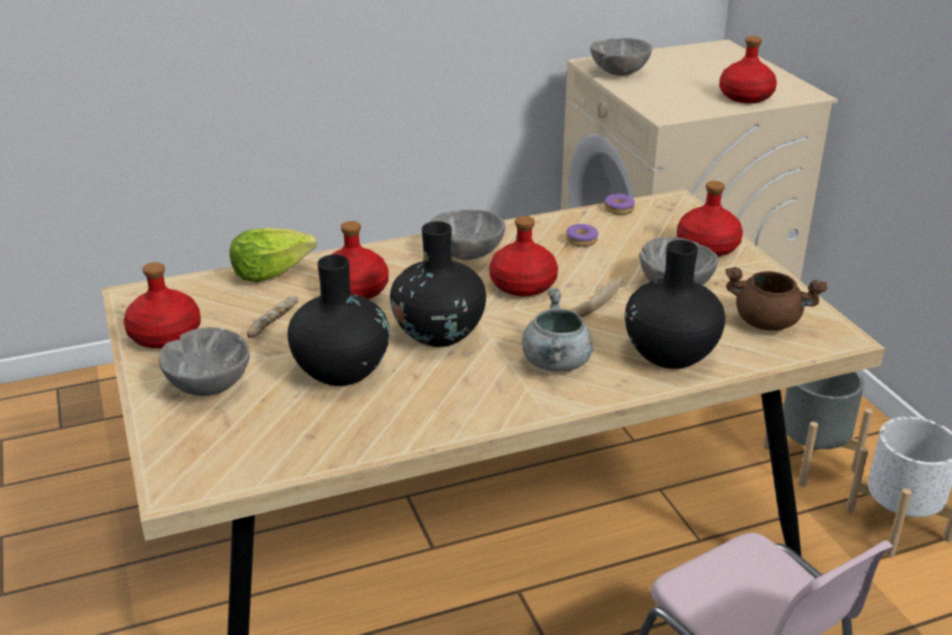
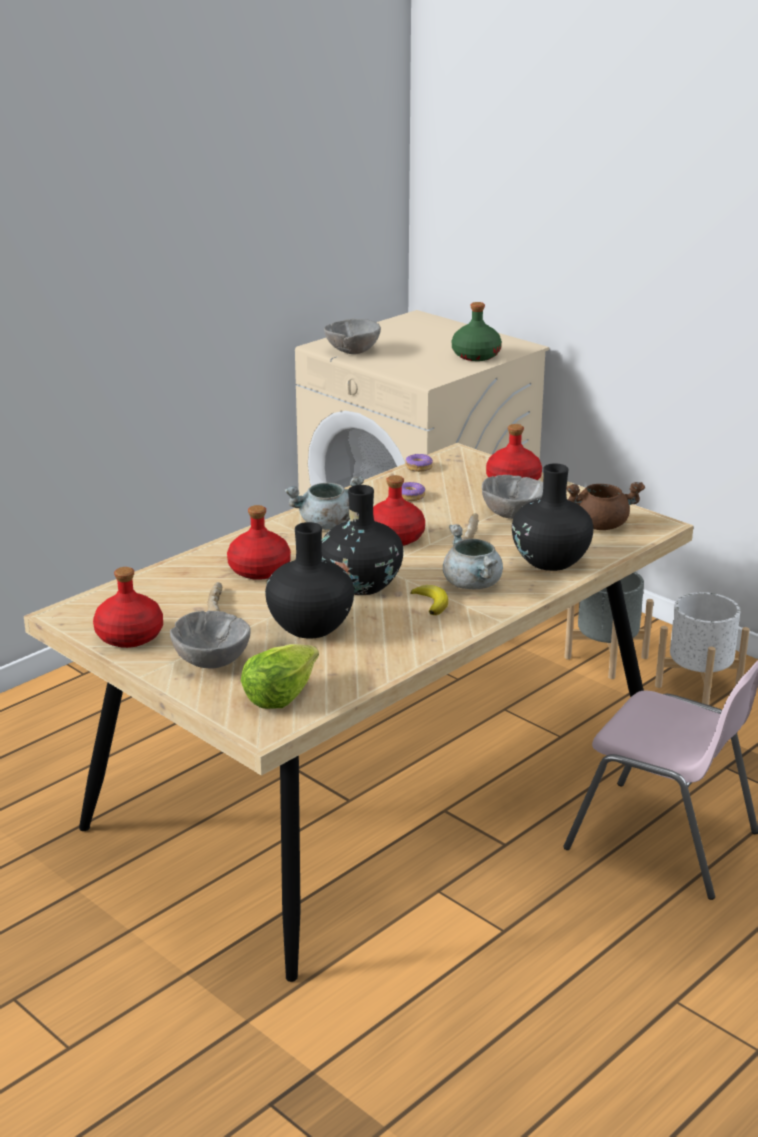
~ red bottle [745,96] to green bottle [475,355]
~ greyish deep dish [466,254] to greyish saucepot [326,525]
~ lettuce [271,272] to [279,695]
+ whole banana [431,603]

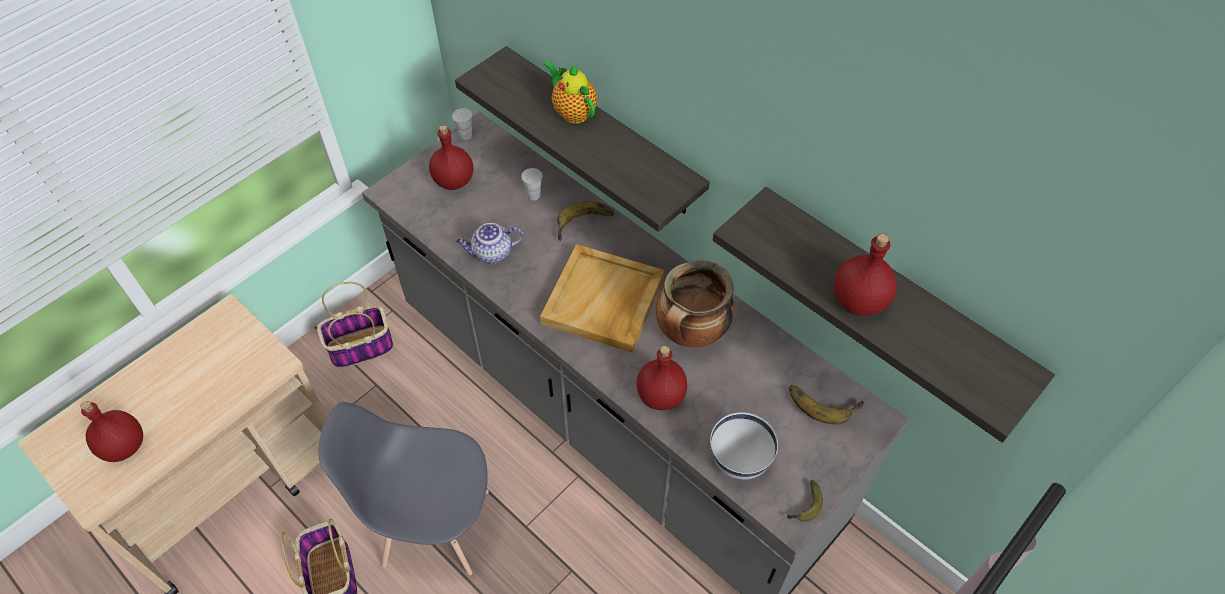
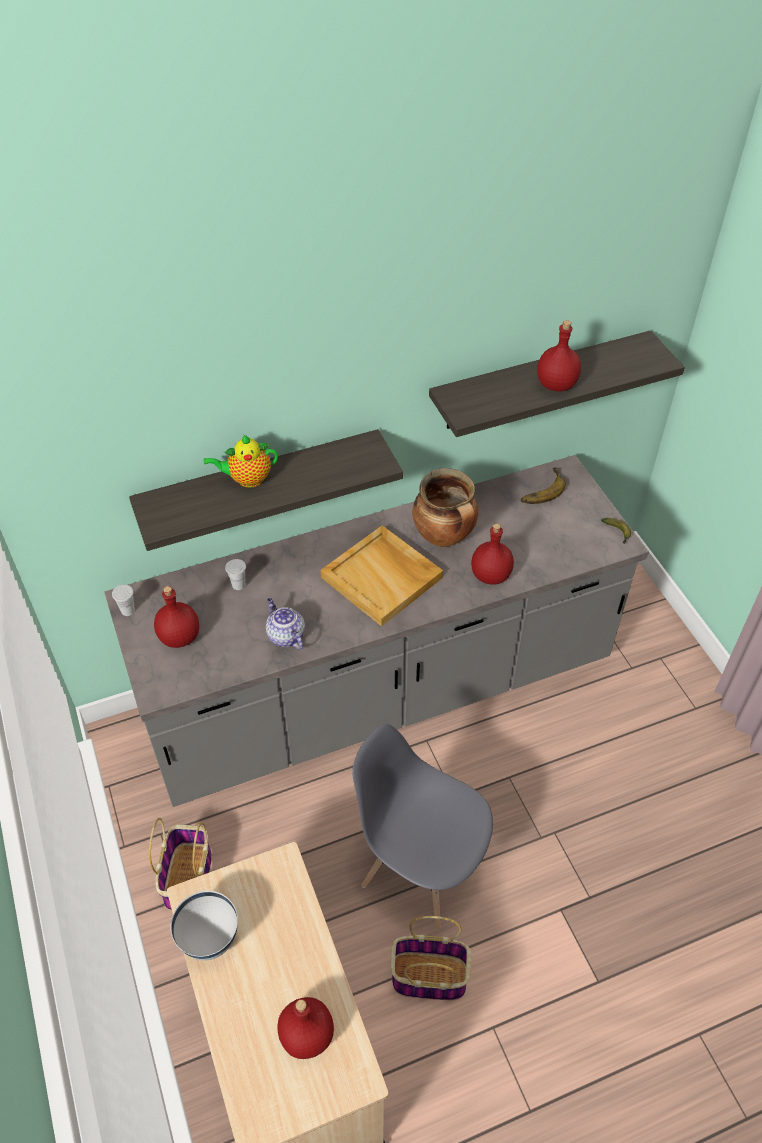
- whole banana [585,225]
~ teapot [491,254] = [285,636] 135 degrees clockwise
~ greyish chair [435,526] = [420,870] 90 degrees clockwise
~ white deep dish [739,463] to [210,940]

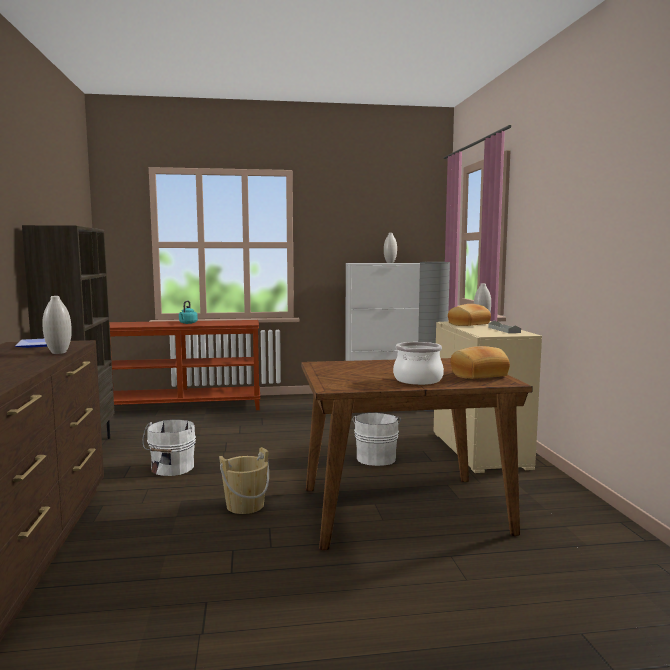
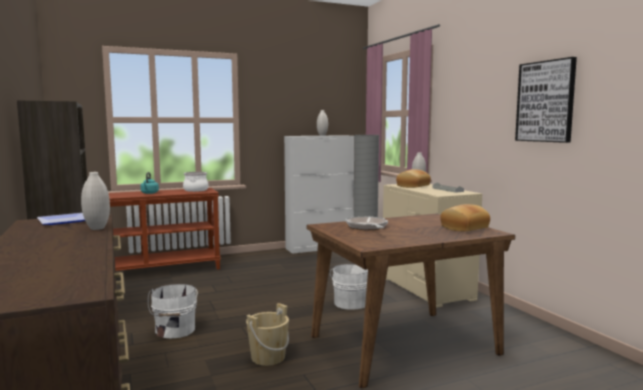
~ saucepot [417,380] to [195,190]
+ wall picture [545,101]
+ skillet [367,227]

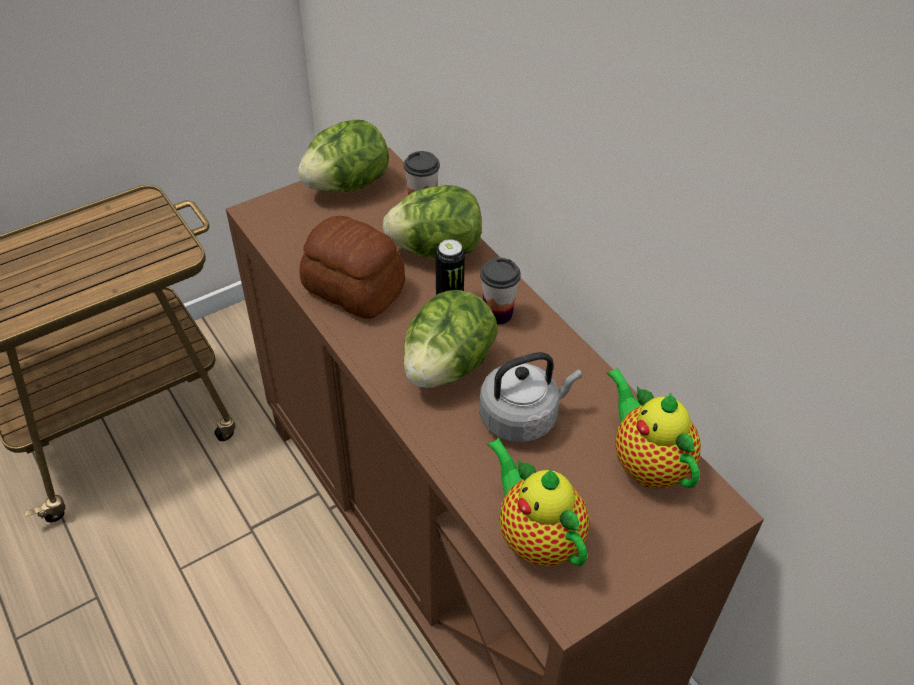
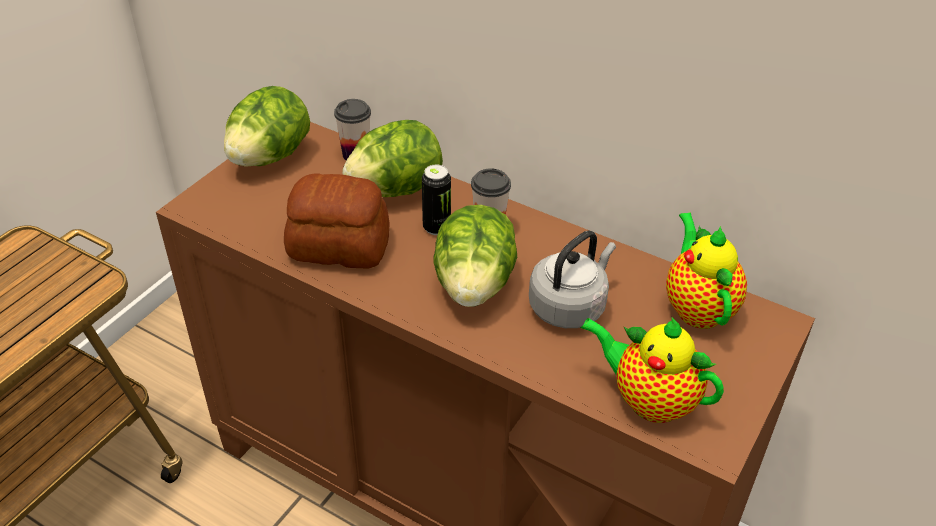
~ teapot [647,463] = [697,307] 45 degrees clockwise

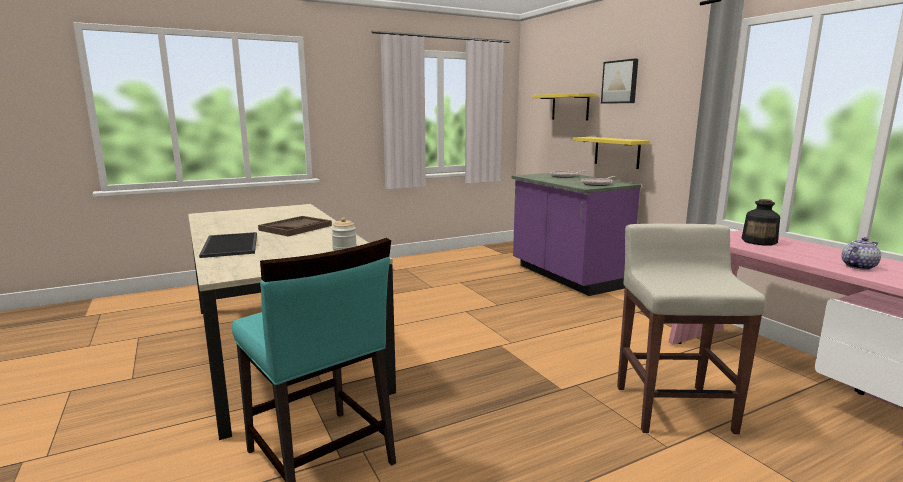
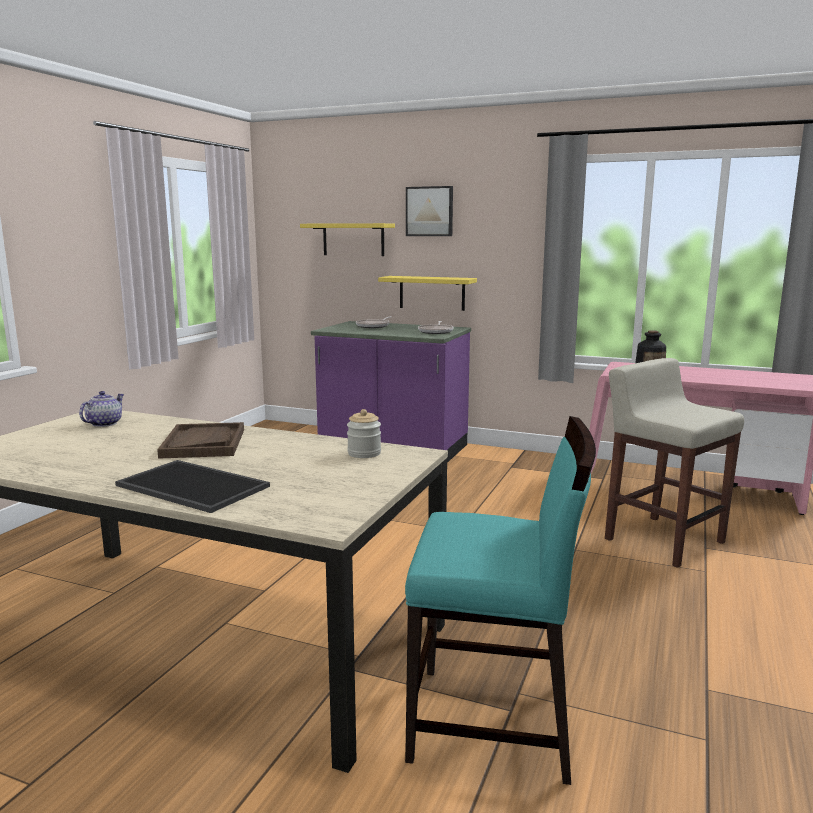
~ teapot [857,266] to [104,423]

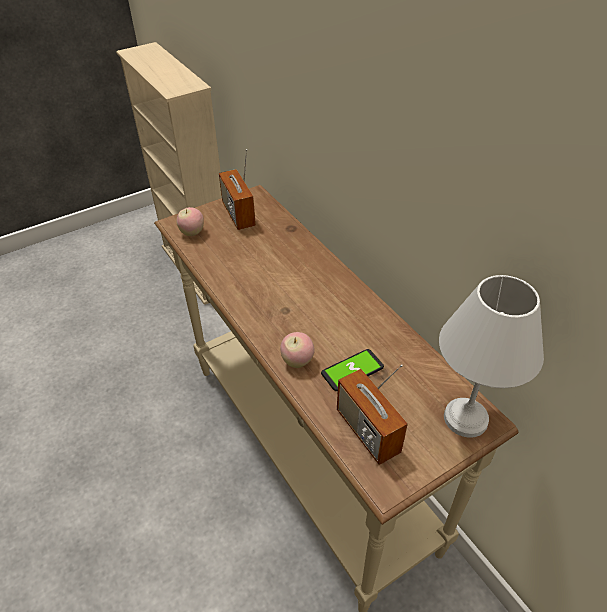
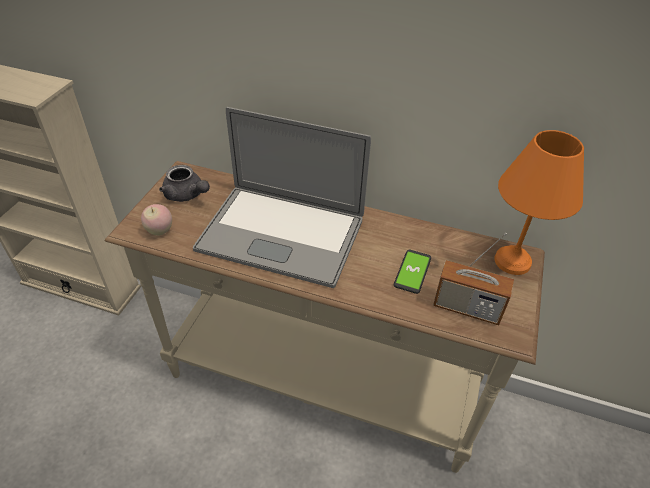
~ radio receiver [238,214] to greyish teapot [187,195]
~ white tabletop lamp [465,416] to orange-coloured tabletop lamp [511,260]
- apple fruit [297,361]
+ notebook computer [281,234]

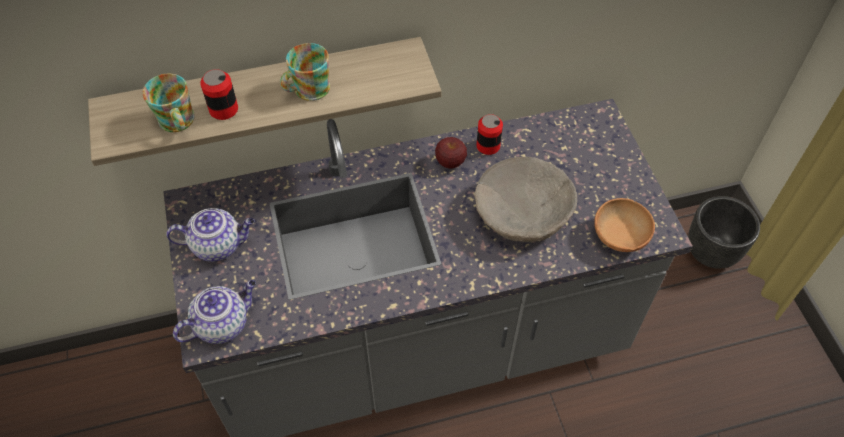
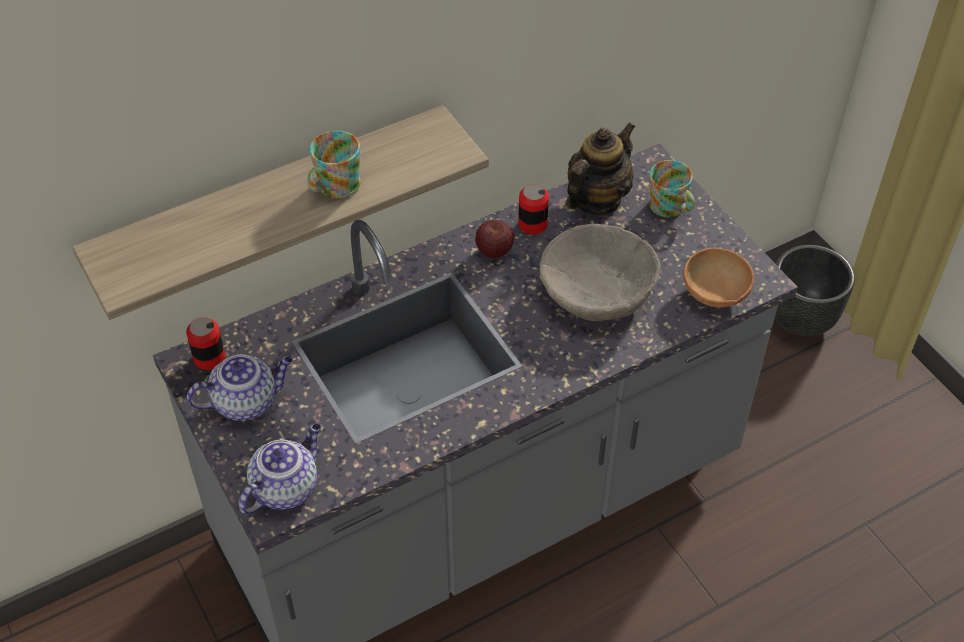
~ metal can [224,109] to [209,358]
~ tea mug [177,123] to [670,208]
+ teapot [596,199]

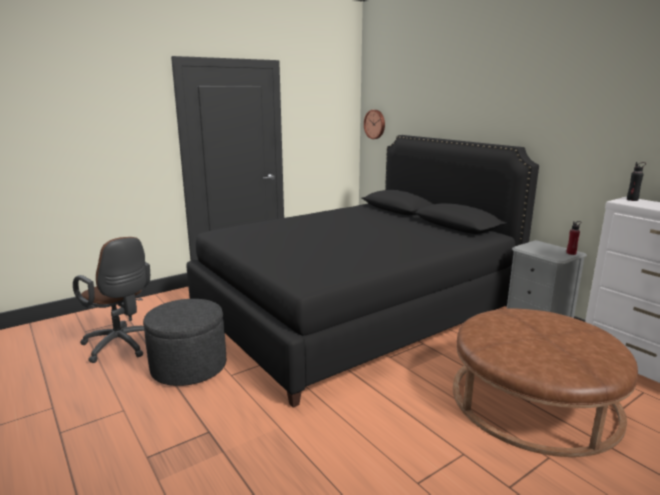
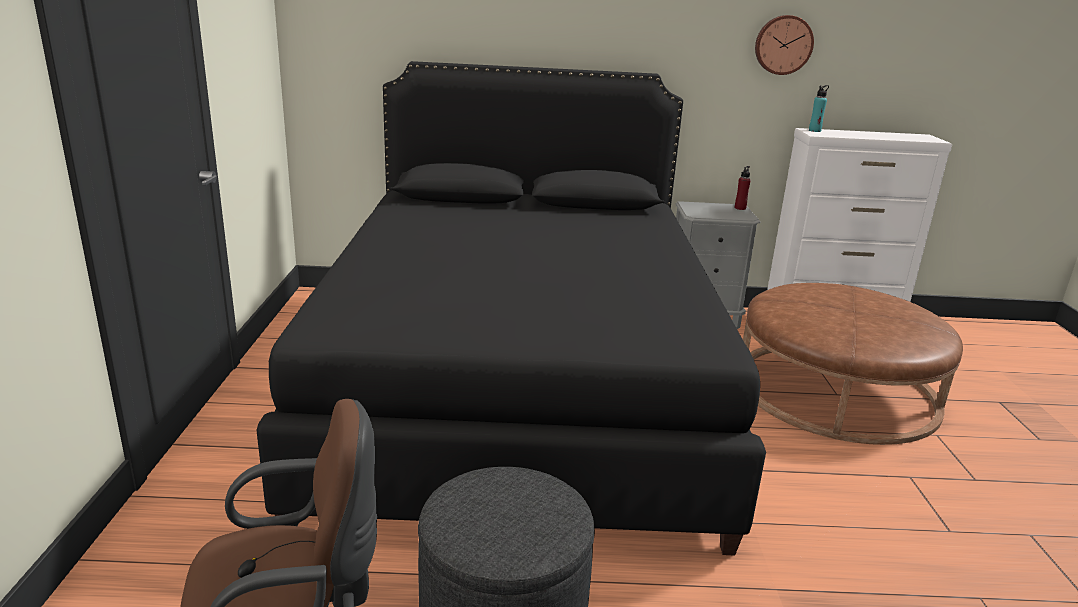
~ wall clock [375,124] to [783,45]
~ black bottle [632,199] to turquoise-coloured bottle [814,130]

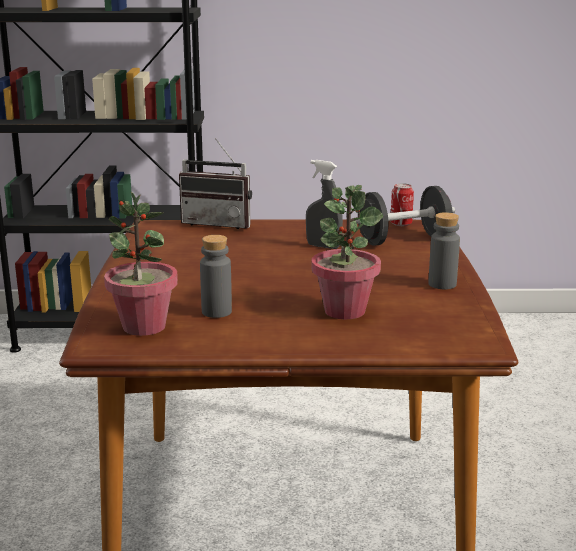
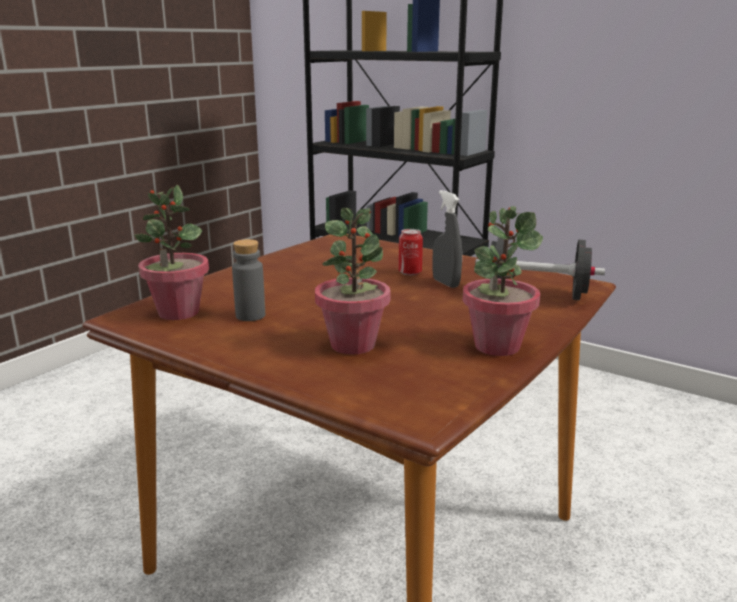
- radio receiver [219,223]
~ metal can [401,224] to [410,272]
~ greyish bottle [442,284] to potted plant [496,346]

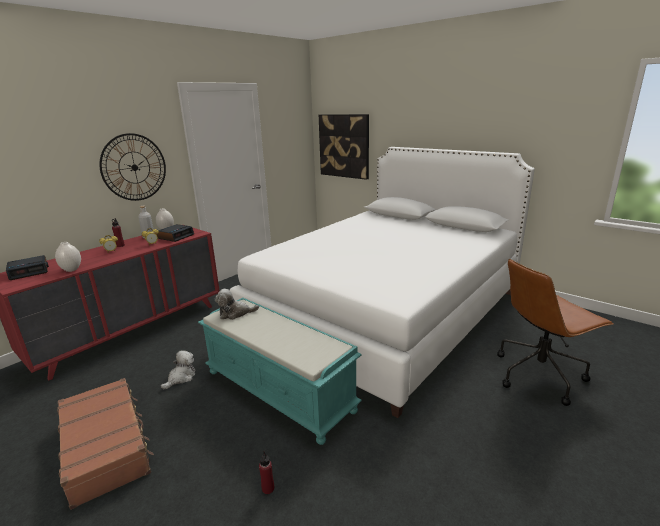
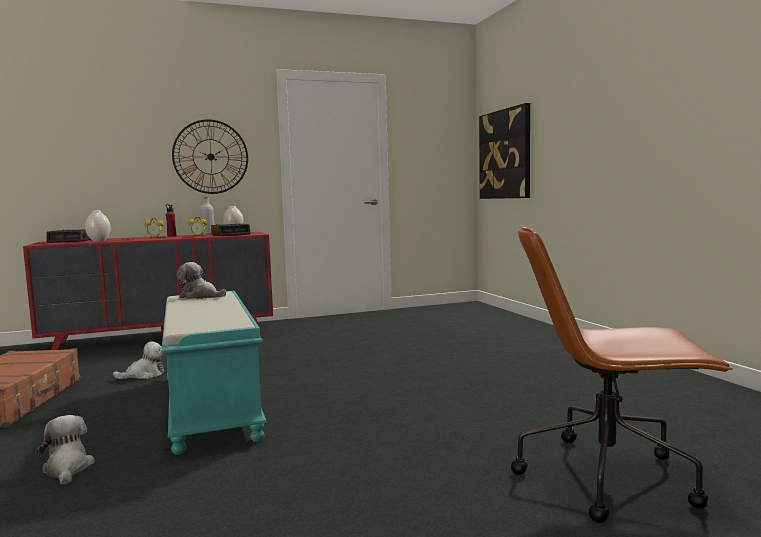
- white bed [386,312]
~ red bottle [268,488] to plush toy [67,469]

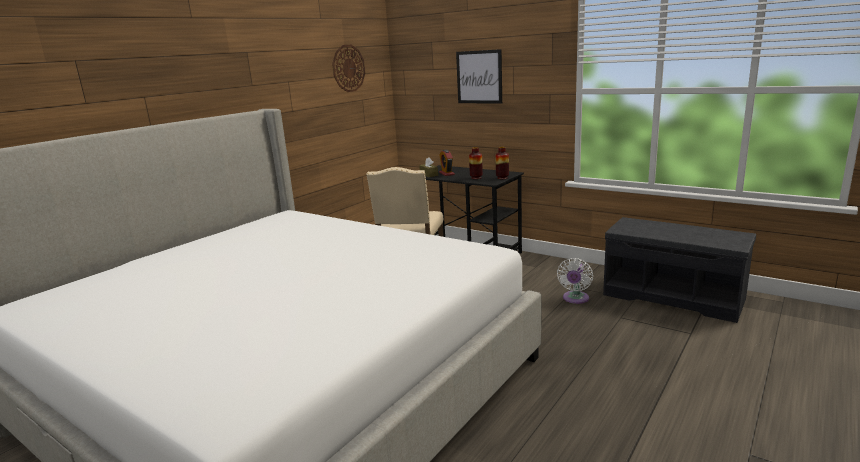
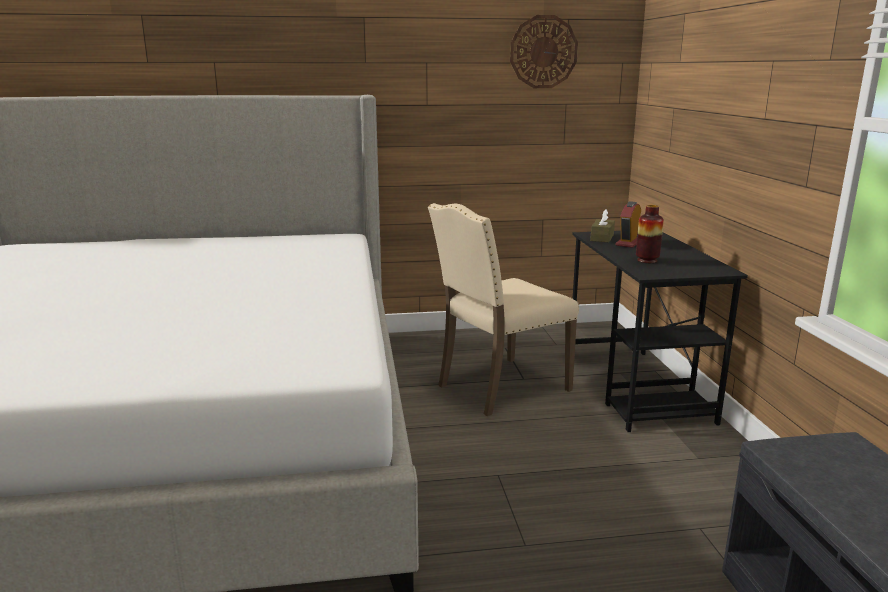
- wall picture [479,77]
- decorative vase [502,178]
- white fan [575,299]

